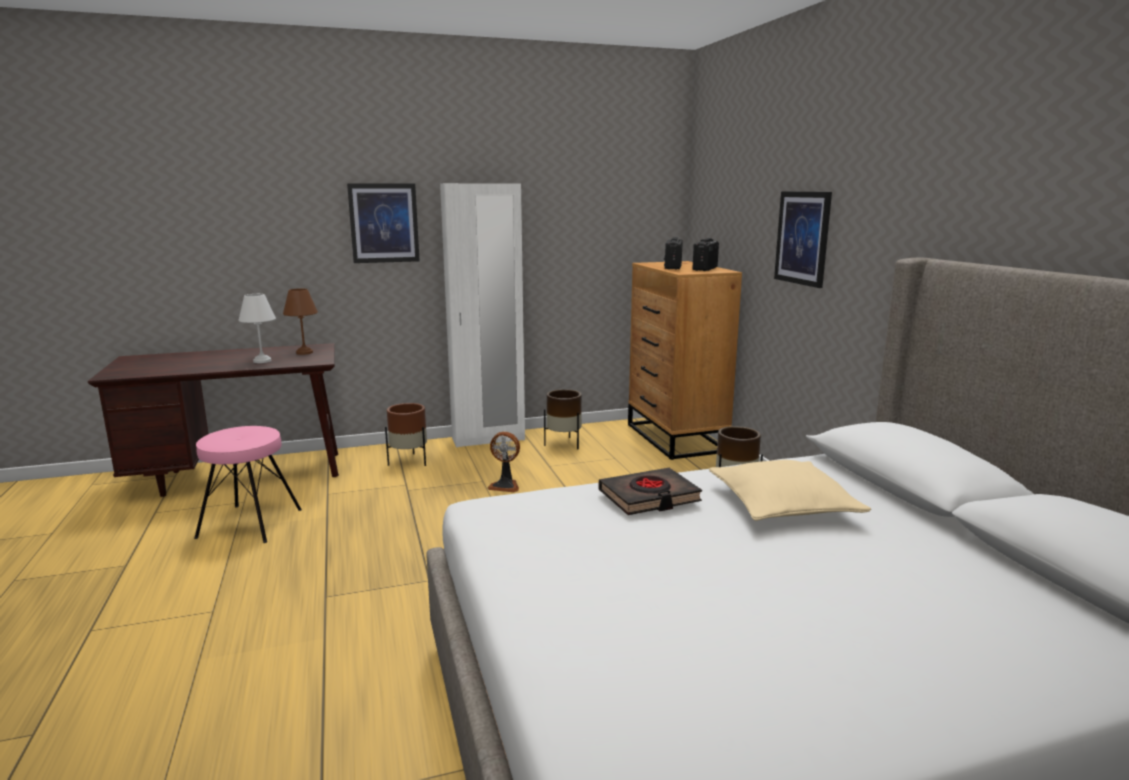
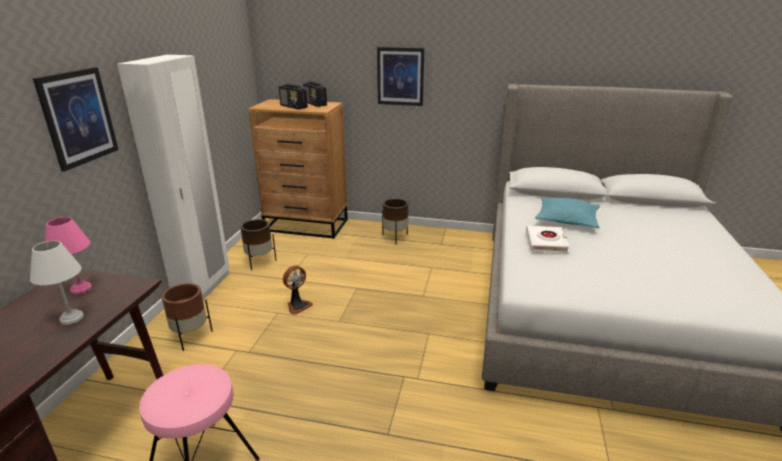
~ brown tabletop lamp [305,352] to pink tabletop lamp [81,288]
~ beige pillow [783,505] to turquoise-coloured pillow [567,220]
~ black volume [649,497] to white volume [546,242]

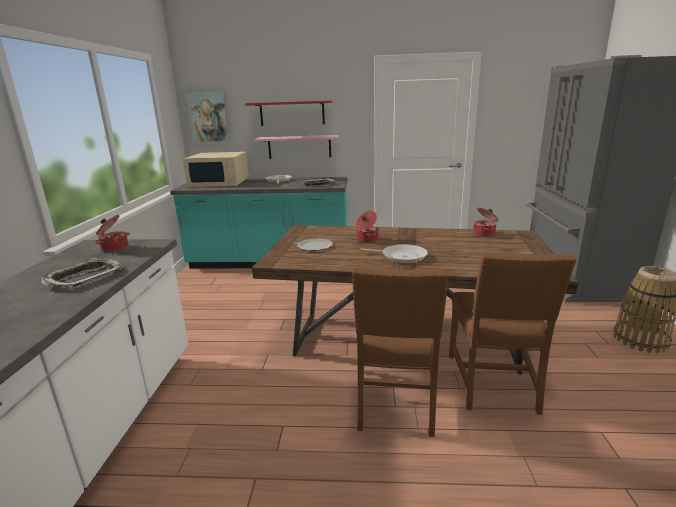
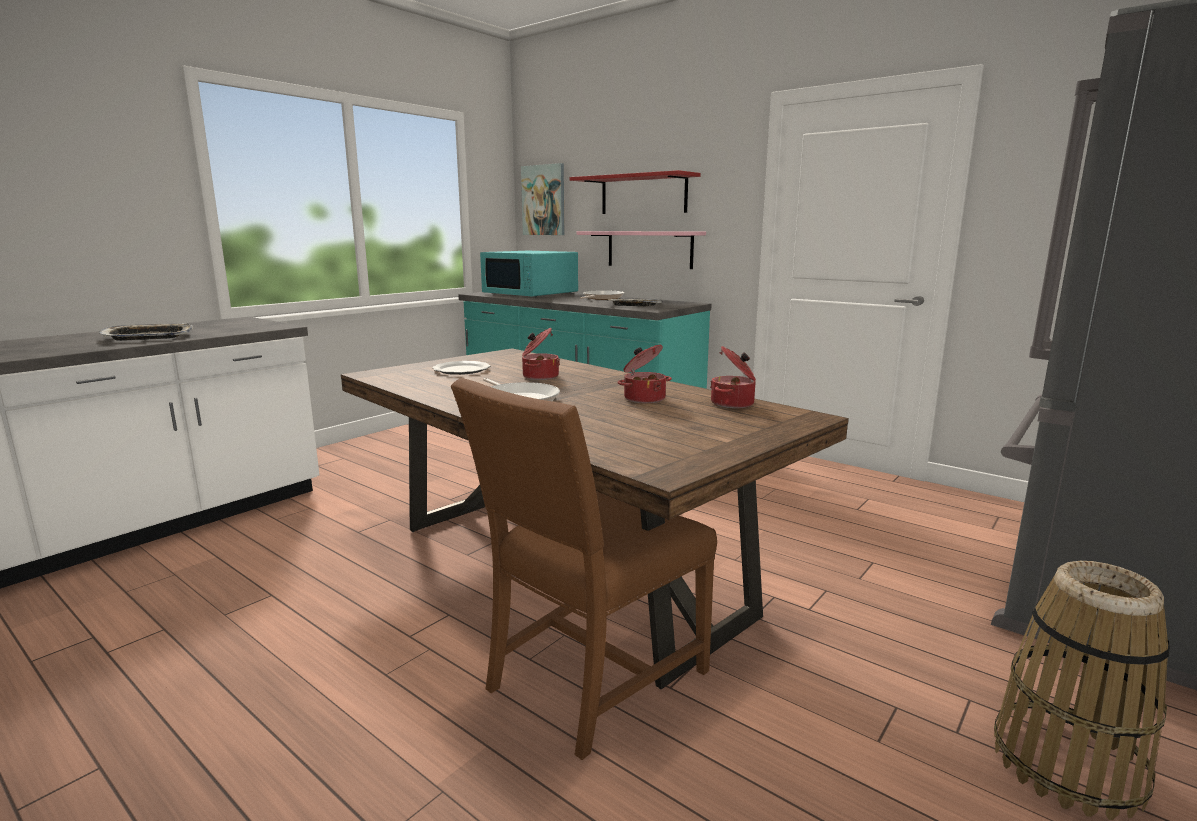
~ beige kitchen microwave [220,183] to turquoise-coloured kitchen microwave [530,293]
~ saucepot [114,248] to [644,398]
- brown chair [396,402]

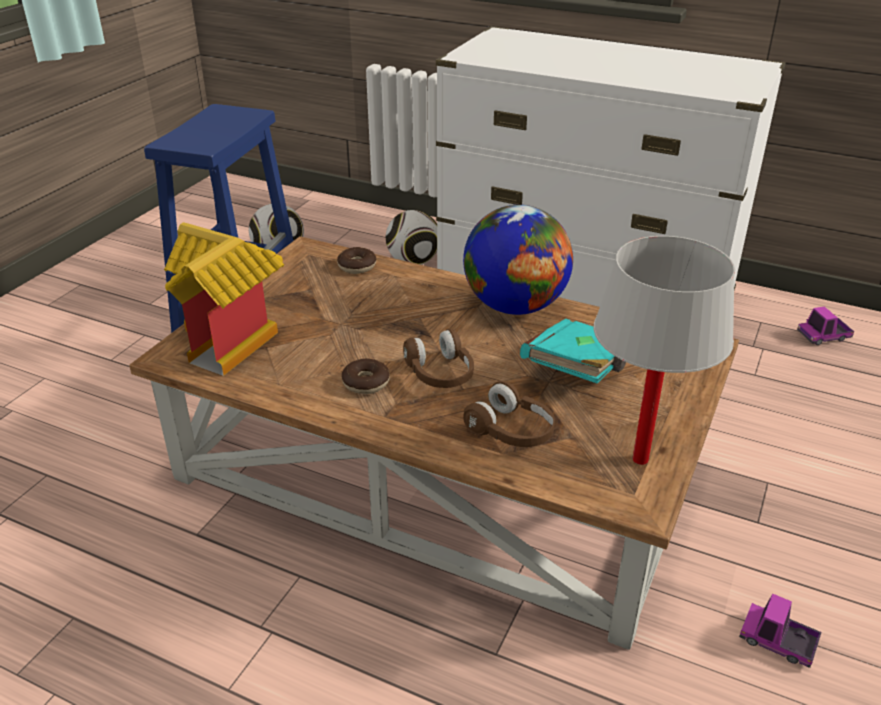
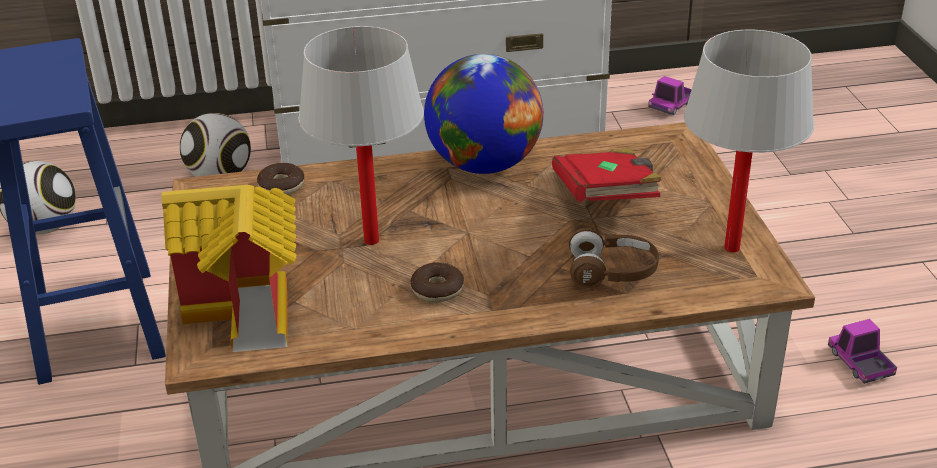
~ turquoise-coloured volume [580,370] to red volume [606,198]
- brown headphones [440,374]
~ model truck [777,641] = [860,363] 75 degrees clockwise
+ white tabletop lamp [371,241]

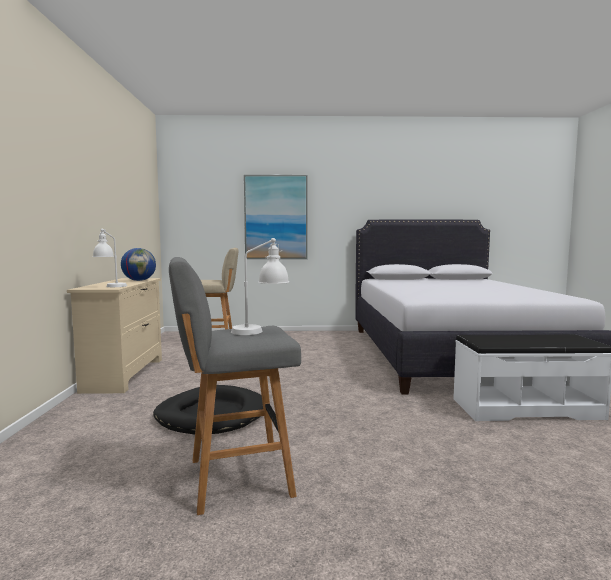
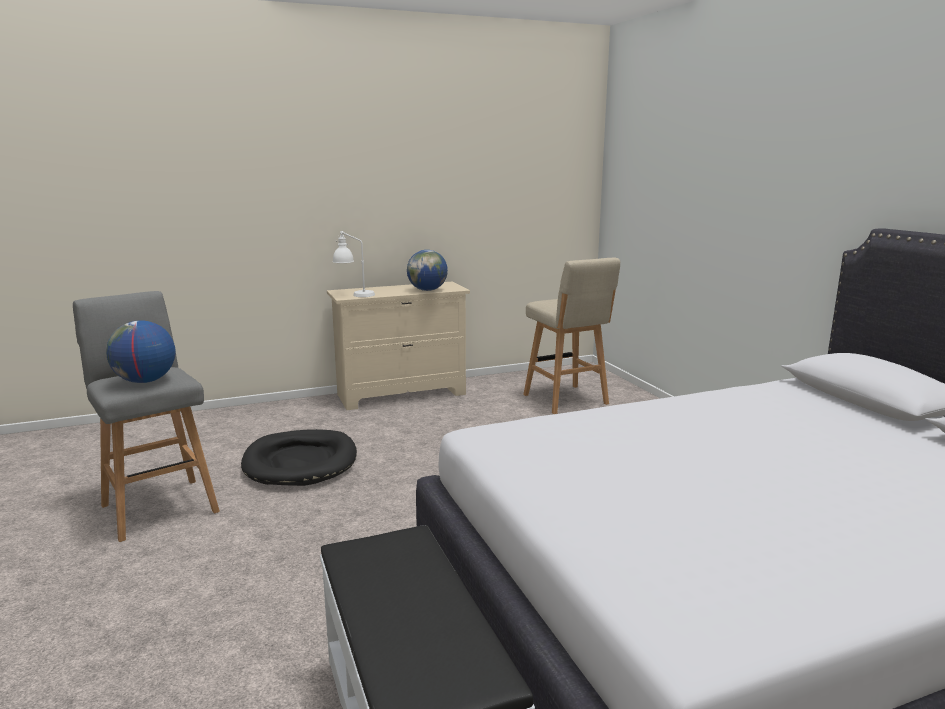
- wall picture [276,217]
~ white tabletop lamp [260,331] to desk globe [145,381]

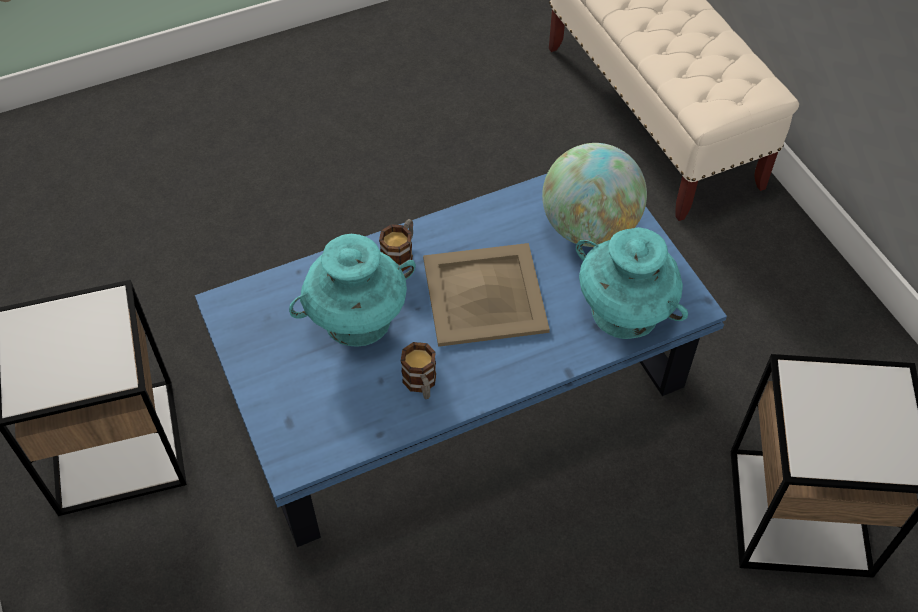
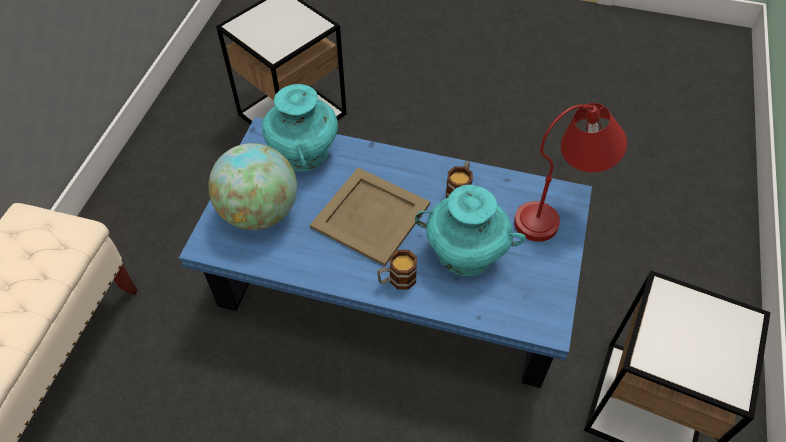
+ red tabletop lamp [559,210]

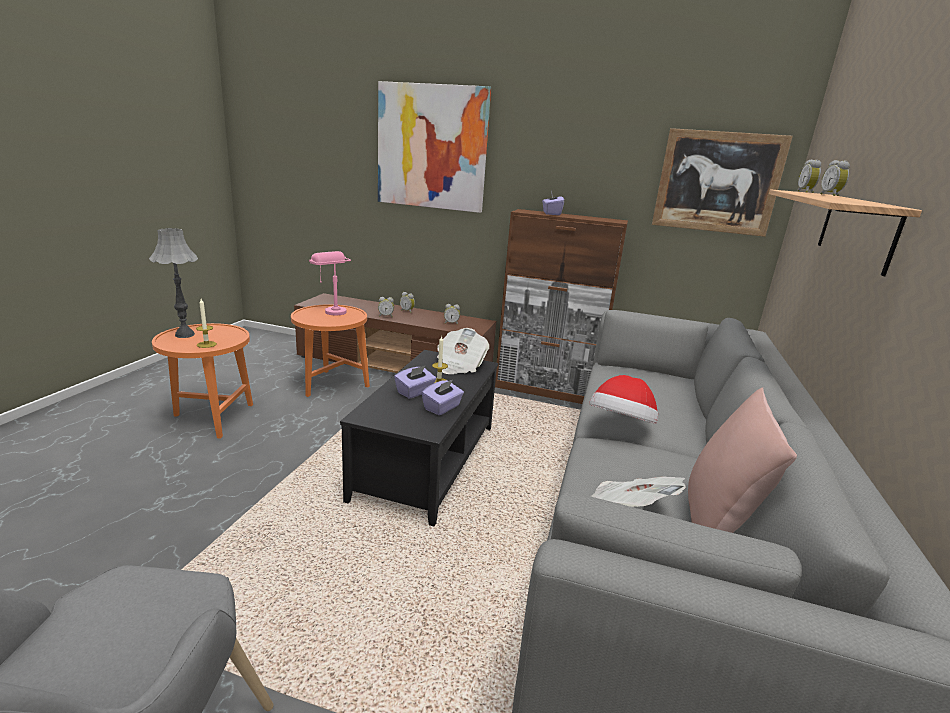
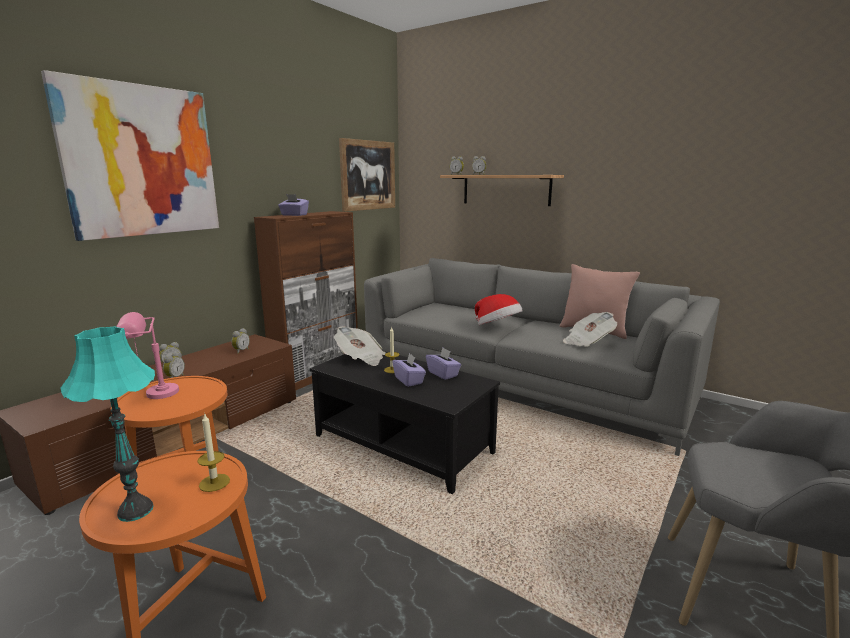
~ greyish tabletop lamp [184,335] to turquoise-coloured tabletop lamp [135,511]

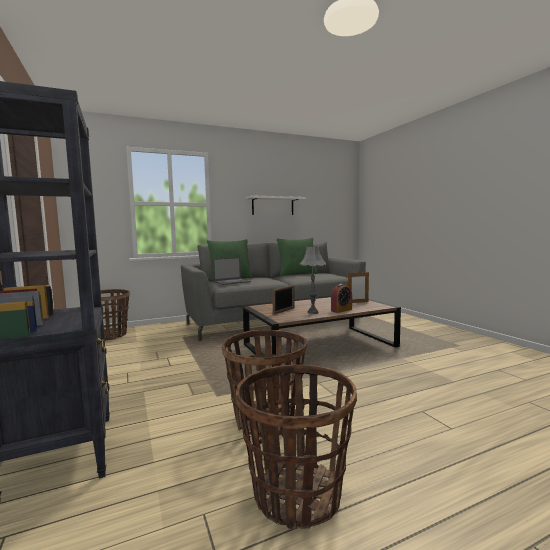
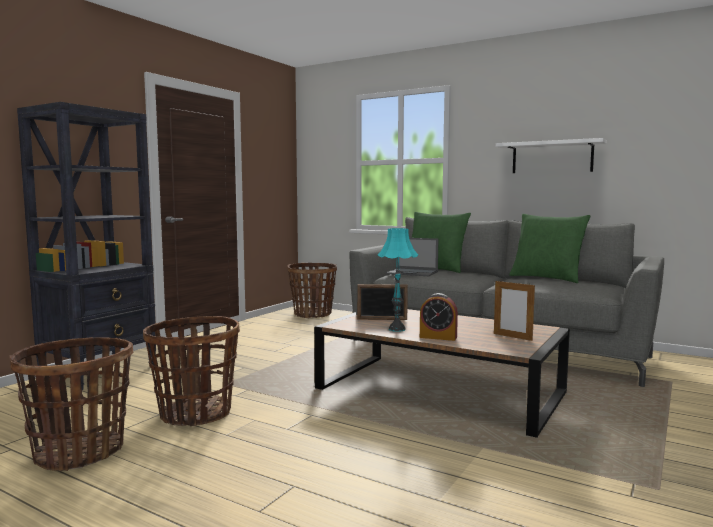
~ greyish tabletop lamp [313,312] to turquoise-coloured tabletop lamp [397,329]

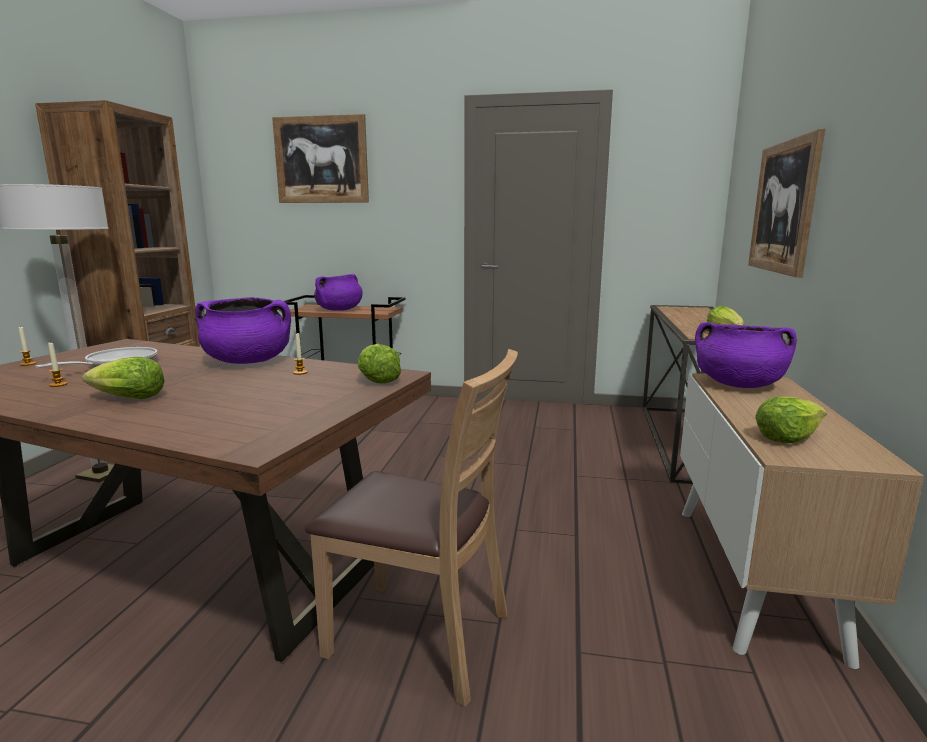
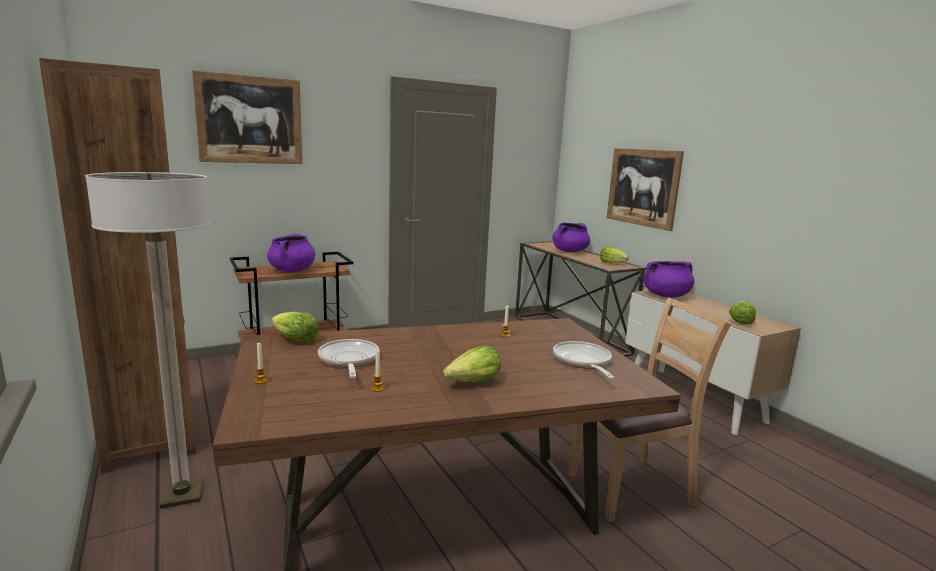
~ purplish saucepot [248,361] to [569,251]
~ lettuce [377,379] to [294,340]
+ skillet [583,362]

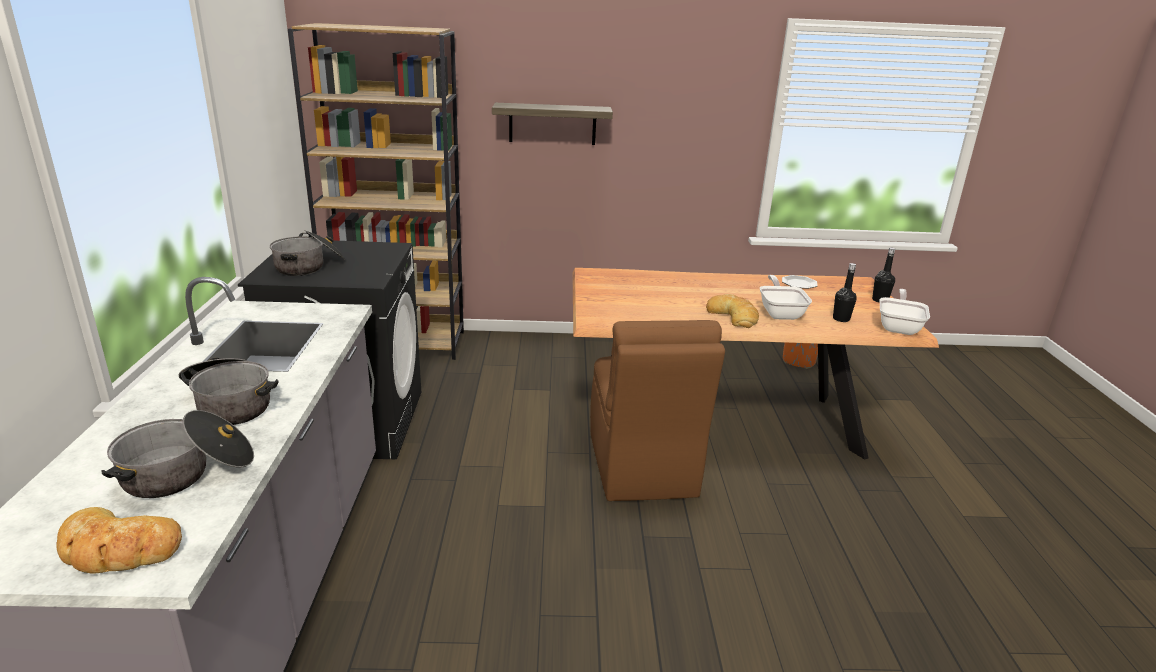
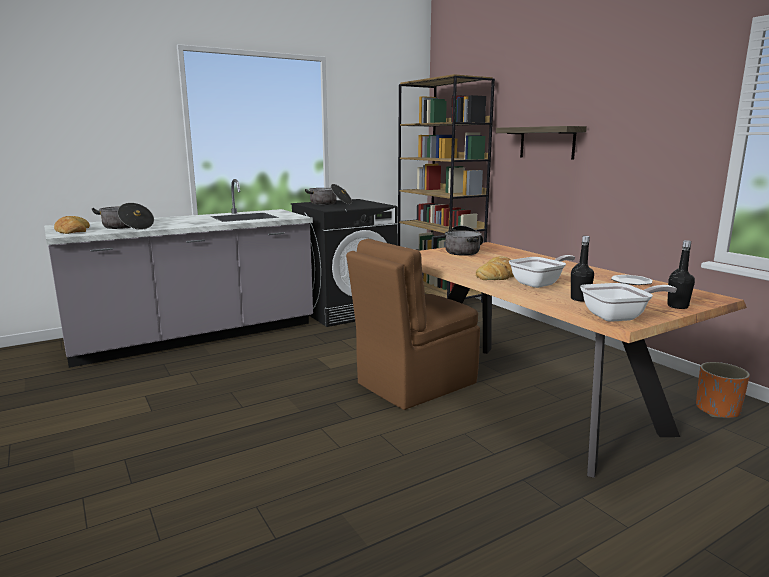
~ saucepot [230,404] to [464,251]

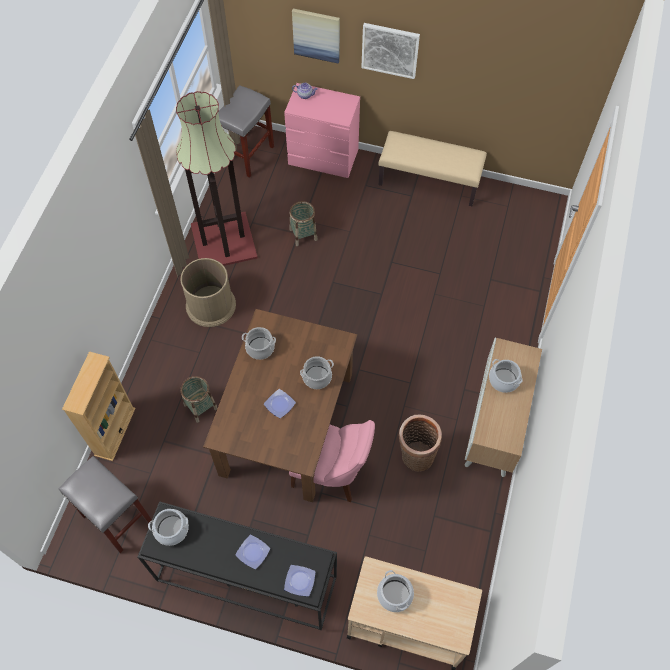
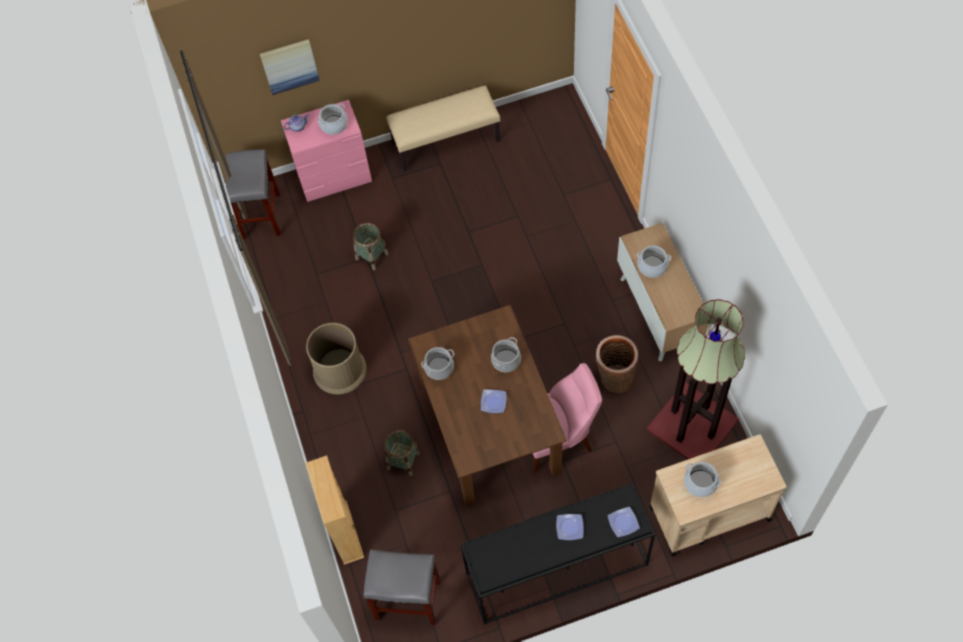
- wall picture [390,50]
~ standard lamp [224,240] to [692,423]
~ saucepot [172,529] to [334,125]

